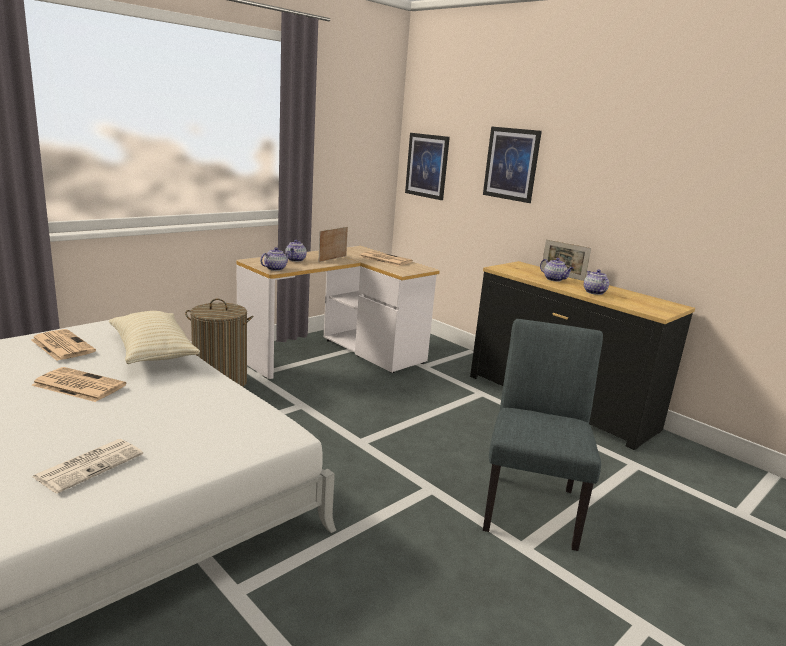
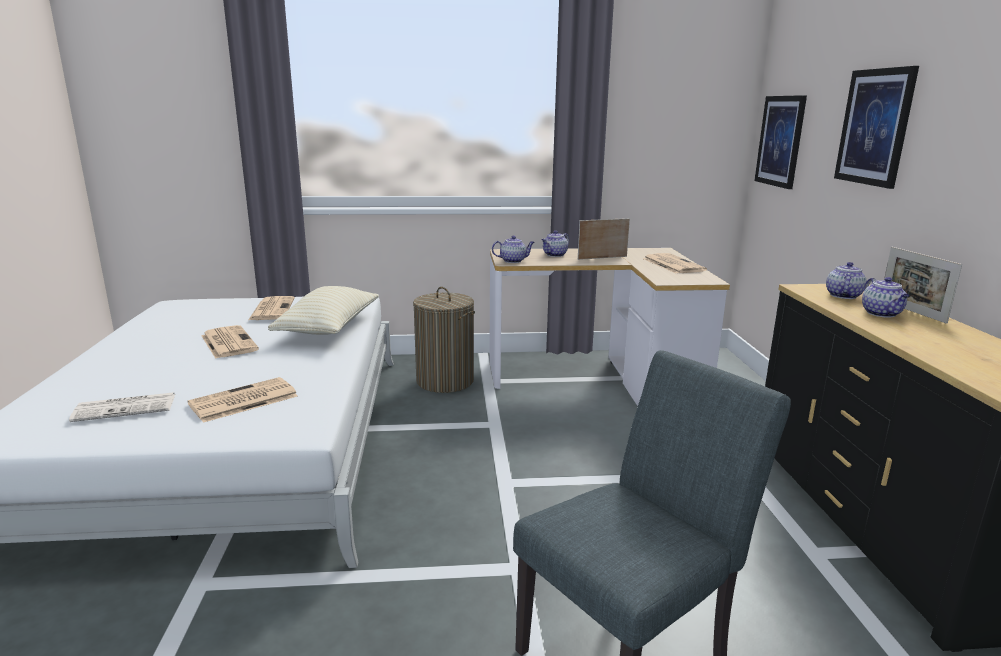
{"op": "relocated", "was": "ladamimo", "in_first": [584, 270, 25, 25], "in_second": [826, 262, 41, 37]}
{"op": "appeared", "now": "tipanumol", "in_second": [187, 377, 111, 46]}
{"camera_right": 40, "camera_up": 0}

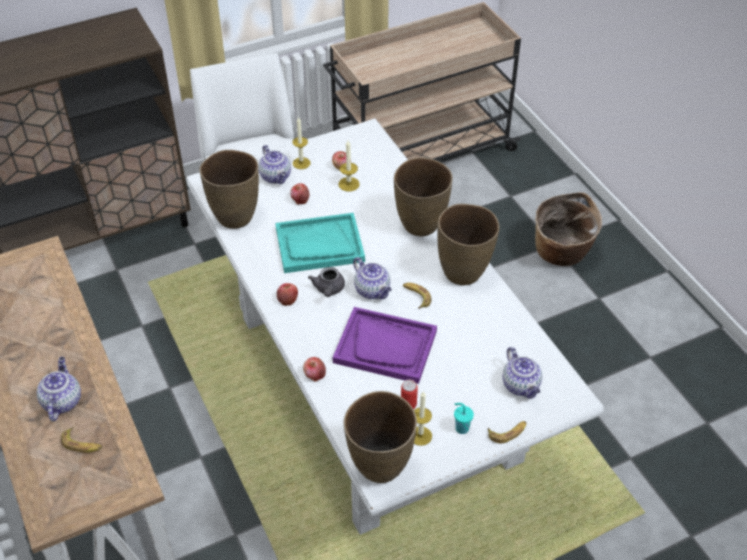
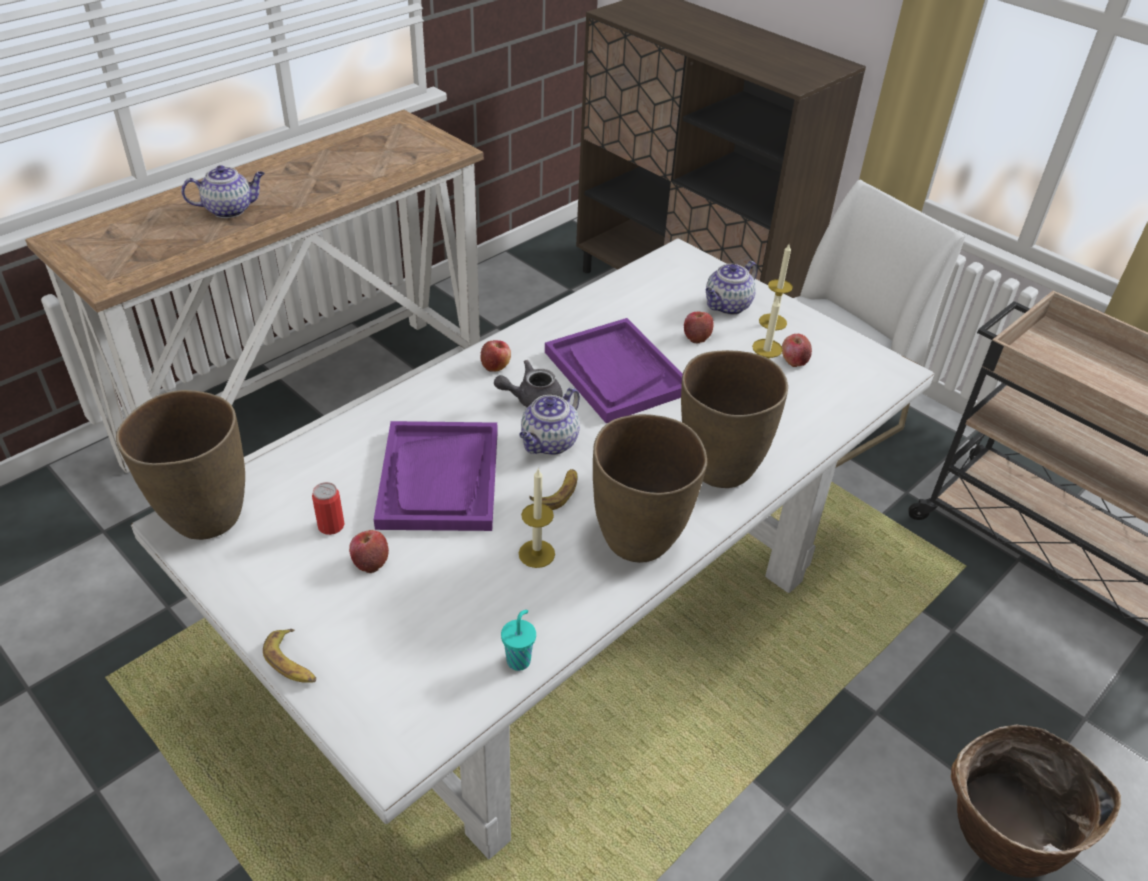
{"op": "missing", "was": "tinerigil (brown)", "in_first": [199, 150, 60, 79]}
{"op": "colour", "was": "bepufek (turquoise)", "now": "bepufek (purple)", "in_first": [275, 213, 90, 60], "in_second": [545, 318, 138, 105]}
{"op": "missing", "was": "ladamimo", "in_first": [502, 347, 40, 52]}
{"op": "relocated", "was": "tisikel", "in_first": [303, 357, 23, 25], "in_second": [349, 530, 40, 43]}
{"op": "relocated", "was": "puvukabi", "in_first": [414, 391, 18, 55], "in_second": [519, 468, 36, 100]}
{"op": "relocated", "was": "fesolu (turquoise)", "in_first": [454, 403, 20, 31], "in_second": [501, 610, 35, 61]}
{"op": "missing", "was": "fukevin", "in_first": [61, 427, 41, 26]}
{"camera_right": 70, "camera_up": -5}

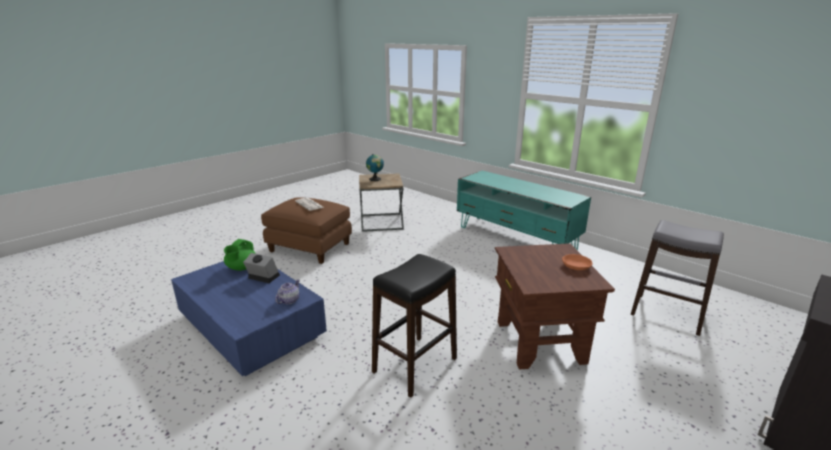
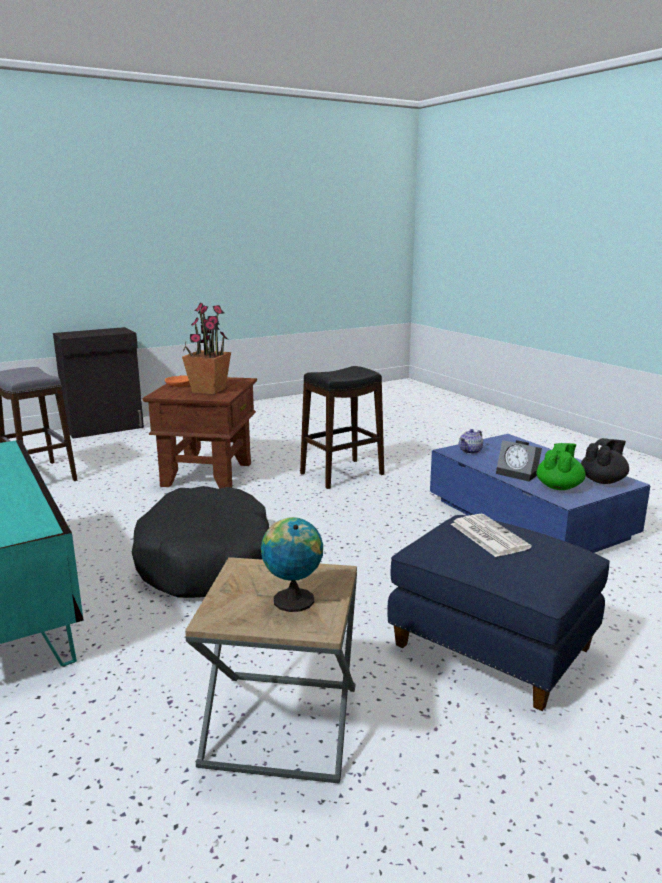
{"op": "colour", "was": "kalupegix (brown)", "now": "kalupegix (blue)", "in_first": [261, 197, 91, 67], "in_second": [387, 515, 223, 196]}
{"op": "appeared", "now": "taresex", "in_second": [182, 303, 49, 91]}
{"op": "appeared", "now": "ladamimo (black)", "in_second": [581, 438, 48, 46]}
{"op": "appeared", "now": "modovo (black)", "in_second": [132, 486, 137, 112]}
{"camera_right": -165, "camera_up": -5}

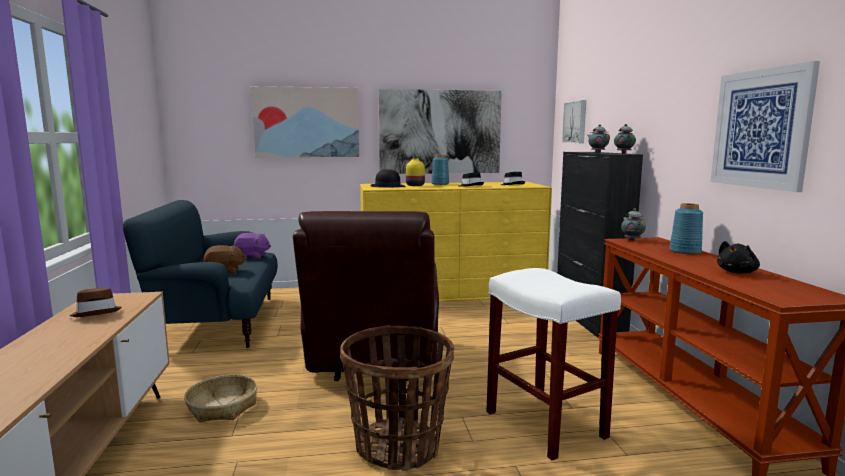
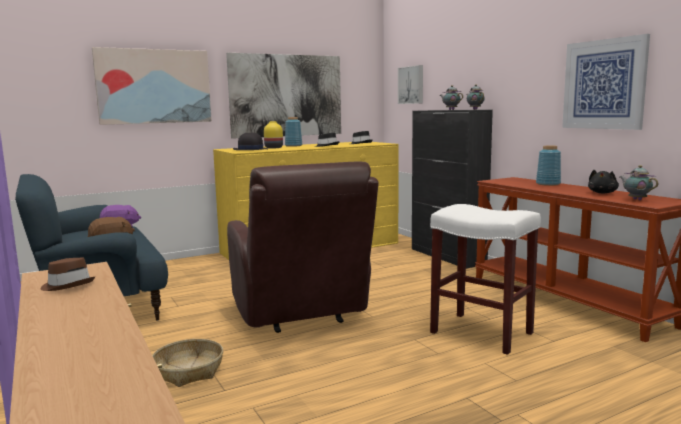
{"op": "relocated", "was": "ladamimo", "in_first": [621, 208, 25, 33], "in_second": [620, 165, 38, 35]}
{"op": "missing", "was": "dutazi", "in_first": [340, 325, 114, 146]}
{"camera_right": -20, "camera_up": 0}

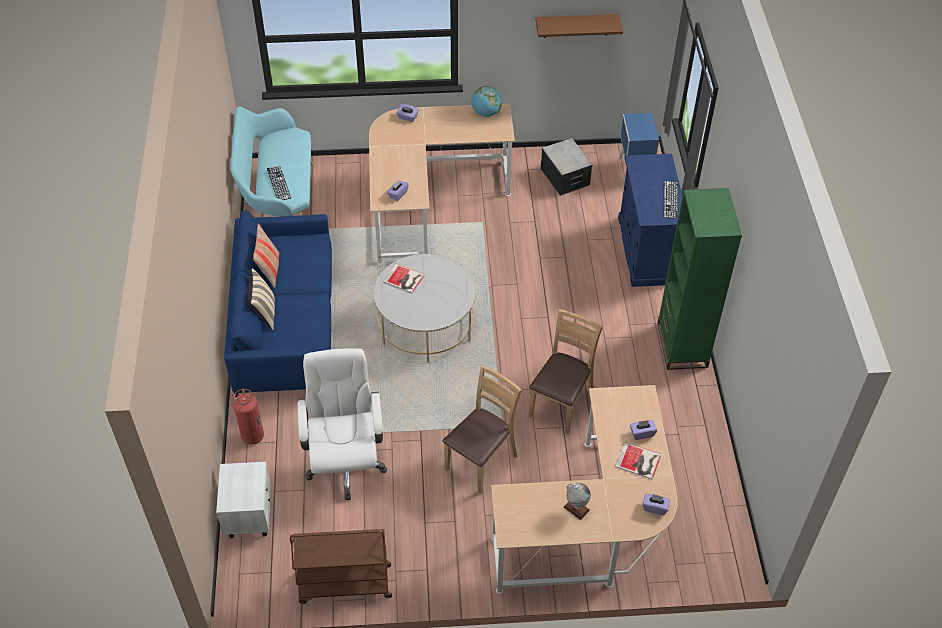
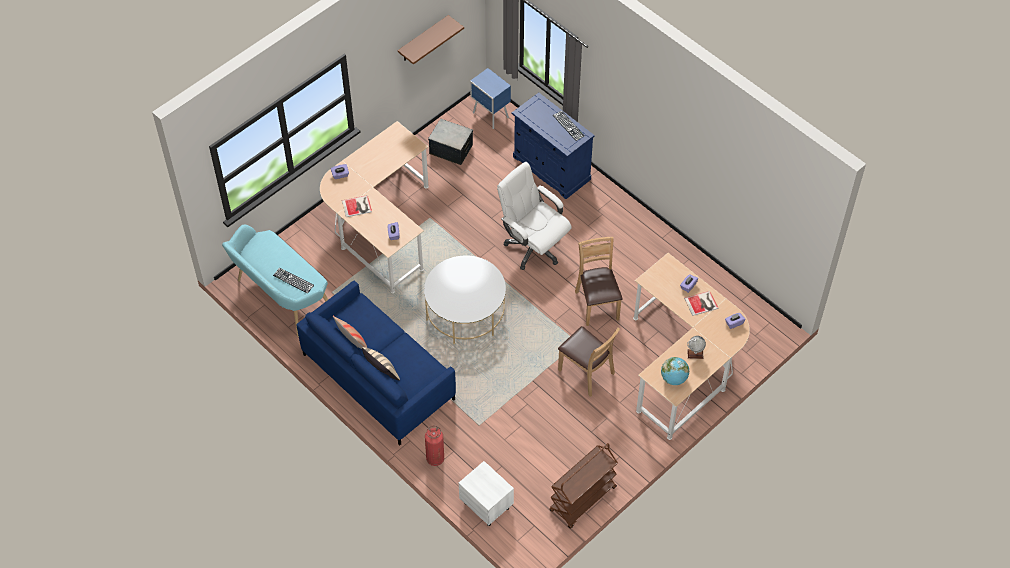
{"op": "relocated", "was": "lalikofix", "in_first": [471, 86, 31, 31], "in_second": [661, 357, 28, 28]}
{"op": "missing", "was": "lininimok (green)", "in_first": [657, 188, 85, 182]}
{"op": "relocated", "was": "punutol", "in_first": [383, 264, 42, 29], "in_second": [342, 195, 30, 22]}
{"op": "relocated", "was": "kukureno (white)", "in_first": [297, 348, 90, 152], "in_second": [497, 162, 75, 108]}
{"op": "spun", "was": "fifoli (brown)", "in_first": [443, 365, 79, 129], "in_second": [558, 326, 62, 71], "clockwise": 135}
{"camera_right": -40, "camera_up": 5}

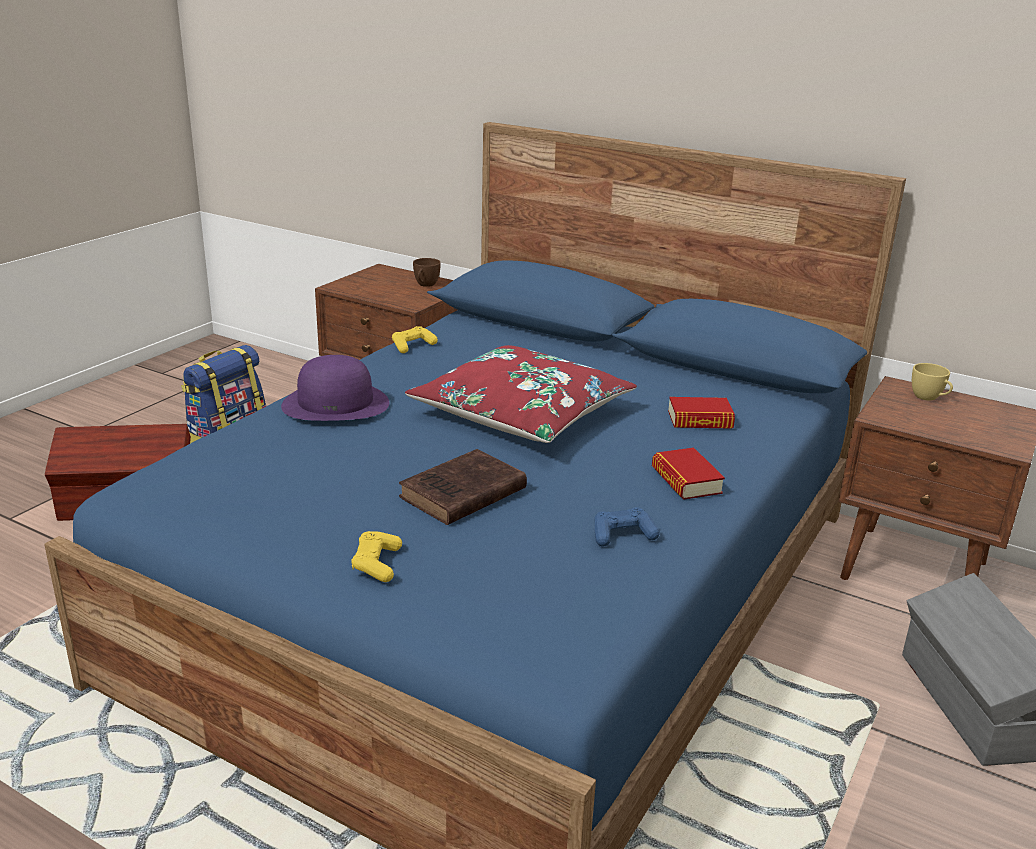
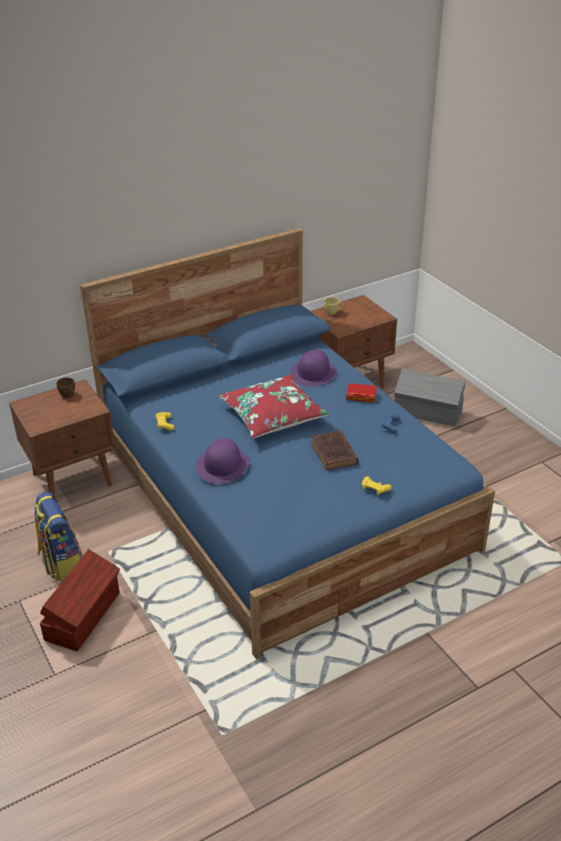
{"op": "exchanged", "was": "punutol", "now": "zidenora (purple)", "in_first": [668, 397, 67, 32], "in_second": [290, 350, 47, 37]}
{"camera_right": -60, "camera_up": 10}

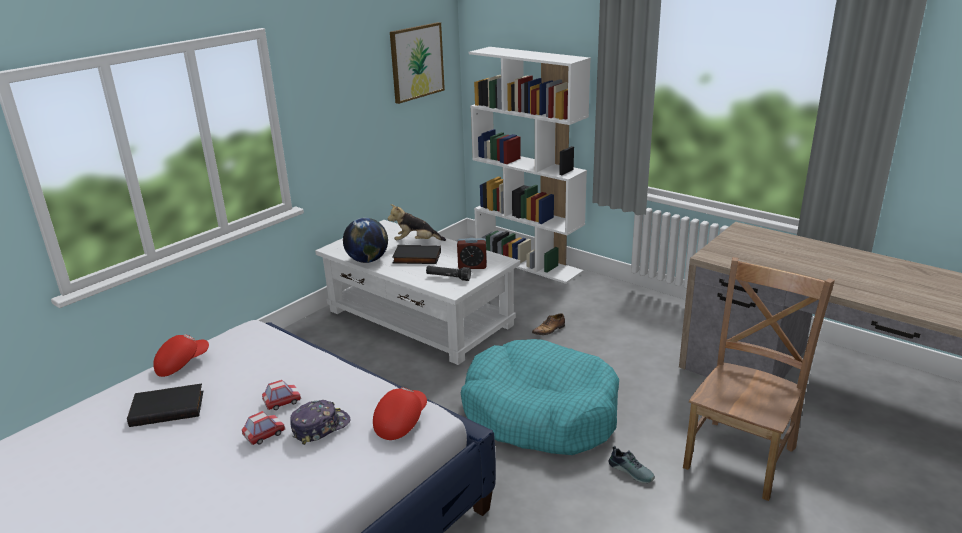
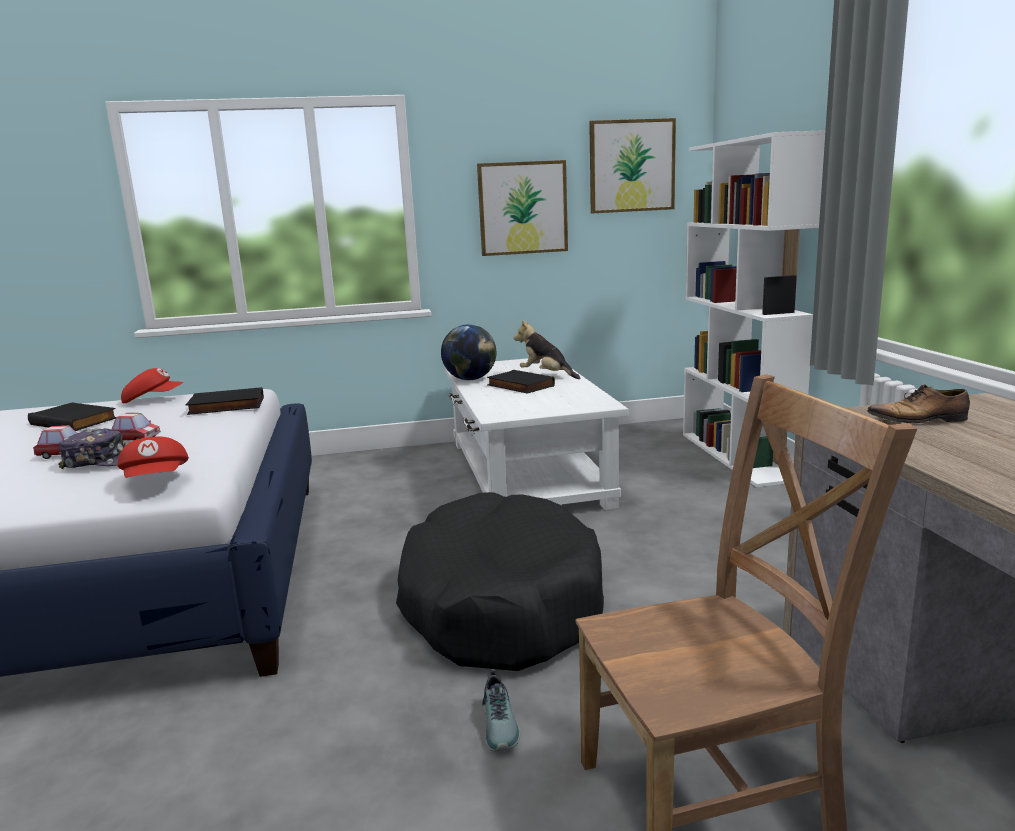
{"op": "missing", "was": "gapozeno", "in_first": [457, 238, 30, 31]}
{"op": "missing", "was": "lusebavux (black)", "in_first": [426, 266, 45, 15]}
{"op": "relocated", "was": "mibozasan", "in_first": [532, 313, 33, 22], "in_second": [867, 384, 103, 39]}
{"op": "colour", "was": "modovo (turquoise)", "now": "modovo (black)", "in_first": [461, 339, 158, 116], "in_second": [396, 492, 208, 179]}
{"op": "spun", "was": "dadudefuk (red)", "in_first": [373, 387, 54, 53], "in_second": [118, 437, 71, 41], "clockwise": 90}
{"op": "appeared", "now": "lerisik", "in_second": [477, 160, 91, 96]}
{"op": "appeared", "now": "punutol (black)", "in_second": [186, 387, 78, 28]}
{"camera_right": 40, "camera_up": -10}

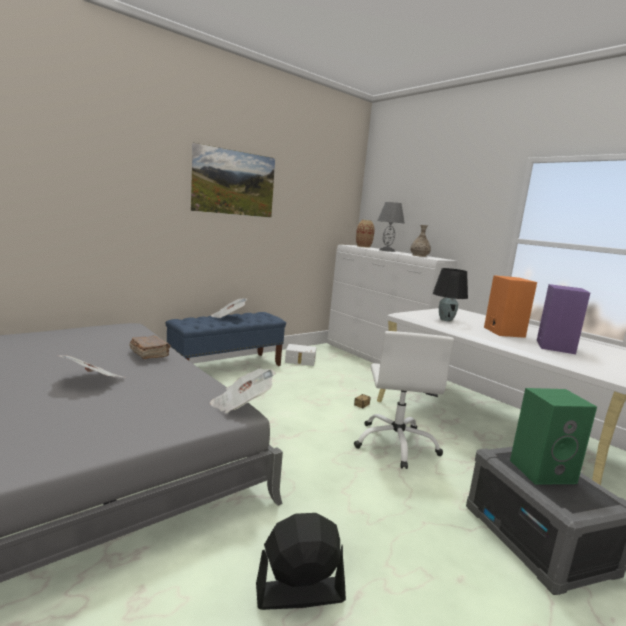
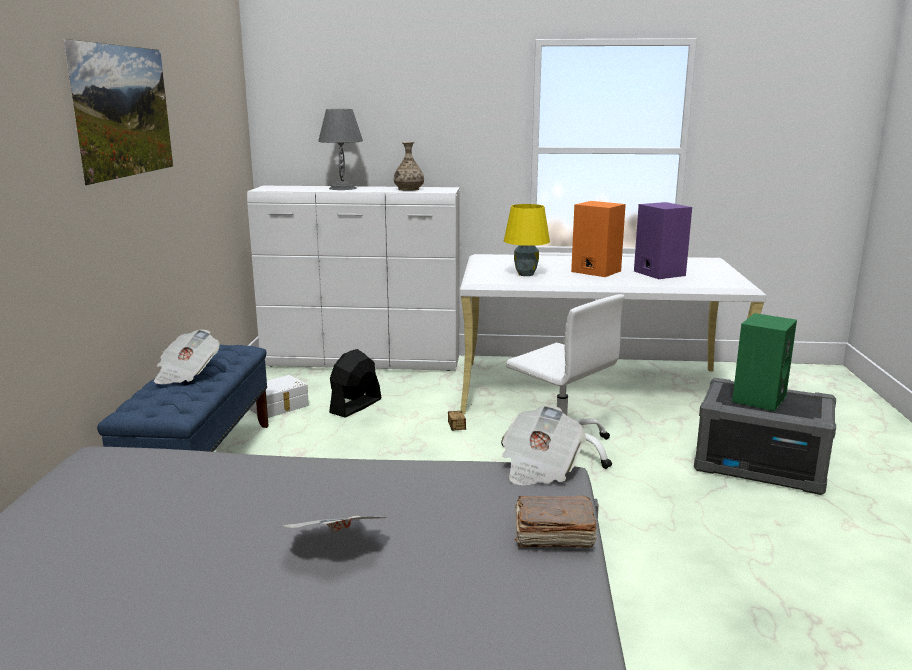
{"op": "missing", "was": "tinerigil", "in_first": [356, 220, 19, 28]}
{"op": "colour", "was": "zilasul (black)", "now": "zilasul (yellow)", "in_first": [433, 268, 35, 54], "in_second": [504, 204, 46, 72]}
{"op": "relocated", "was": "punutol (brown)", "in_first": [129, 336, 42, 23], "in_second": [514, 496, 82, 52]}
{"op": "relocated", "was": "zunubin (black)", "in_first": [256, 513, 90, 97], "in_second": [329, 349, 52, 68]}
{"camera_right": -45, "camera_up": 5}

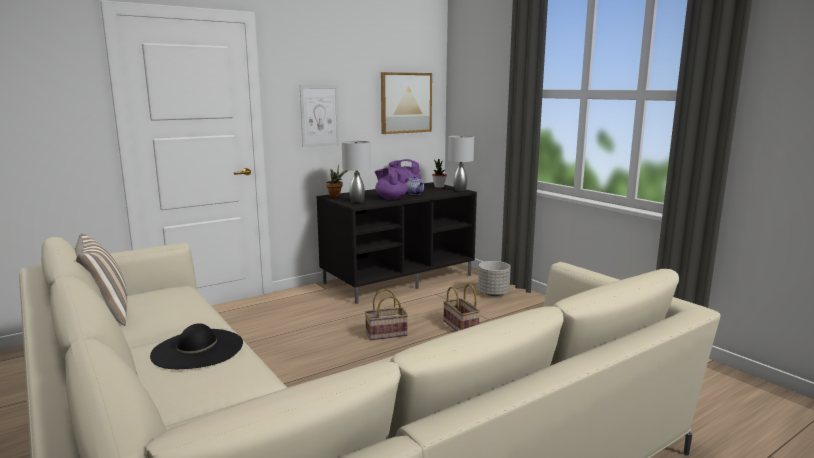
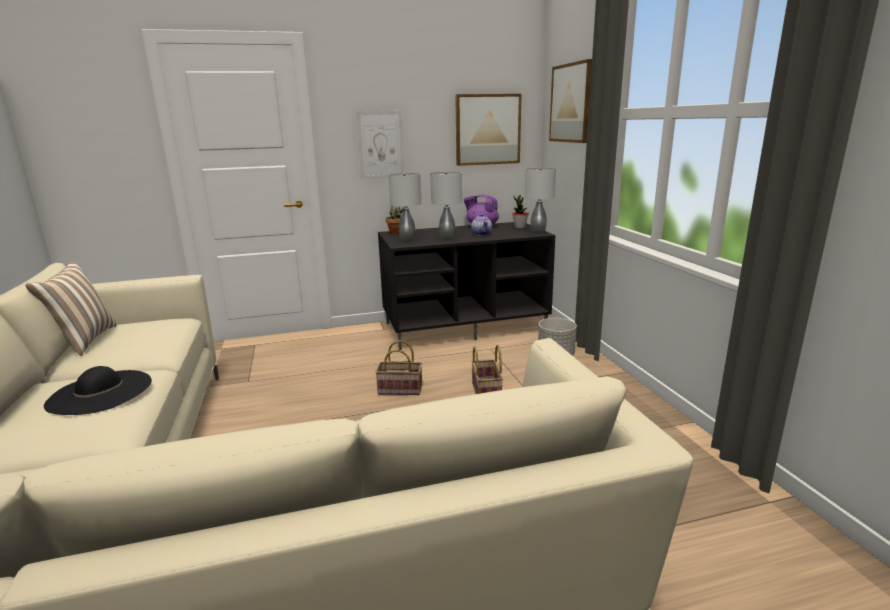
{"op": "exchanged", "was": "ladamimo (purple)", "now": "zilasul (grey)", "in_first": [375, 167, 33, 33], "in_second": [430, 172, 32, 68]}
{"op": "appeared", "now": "lerisik", "in_second": [549, 59, 43, 84]}
{"camera_right": 20, "camera_up": 5}

